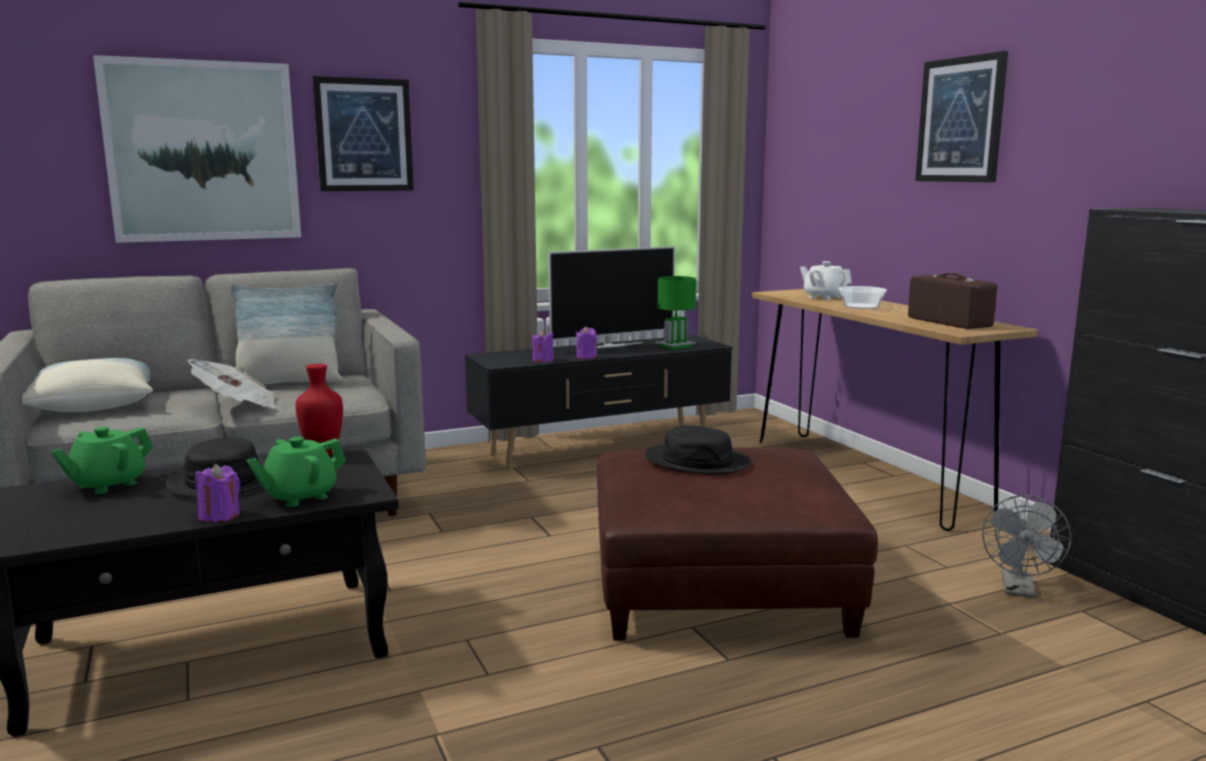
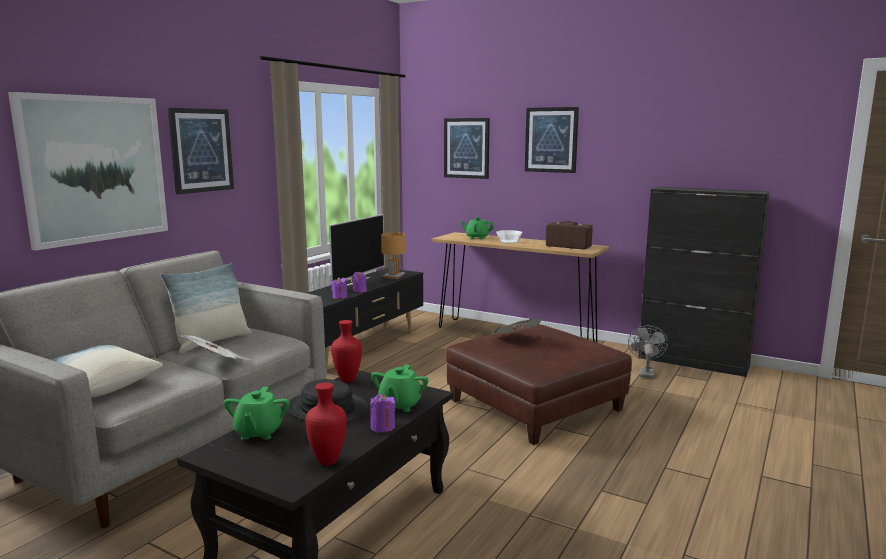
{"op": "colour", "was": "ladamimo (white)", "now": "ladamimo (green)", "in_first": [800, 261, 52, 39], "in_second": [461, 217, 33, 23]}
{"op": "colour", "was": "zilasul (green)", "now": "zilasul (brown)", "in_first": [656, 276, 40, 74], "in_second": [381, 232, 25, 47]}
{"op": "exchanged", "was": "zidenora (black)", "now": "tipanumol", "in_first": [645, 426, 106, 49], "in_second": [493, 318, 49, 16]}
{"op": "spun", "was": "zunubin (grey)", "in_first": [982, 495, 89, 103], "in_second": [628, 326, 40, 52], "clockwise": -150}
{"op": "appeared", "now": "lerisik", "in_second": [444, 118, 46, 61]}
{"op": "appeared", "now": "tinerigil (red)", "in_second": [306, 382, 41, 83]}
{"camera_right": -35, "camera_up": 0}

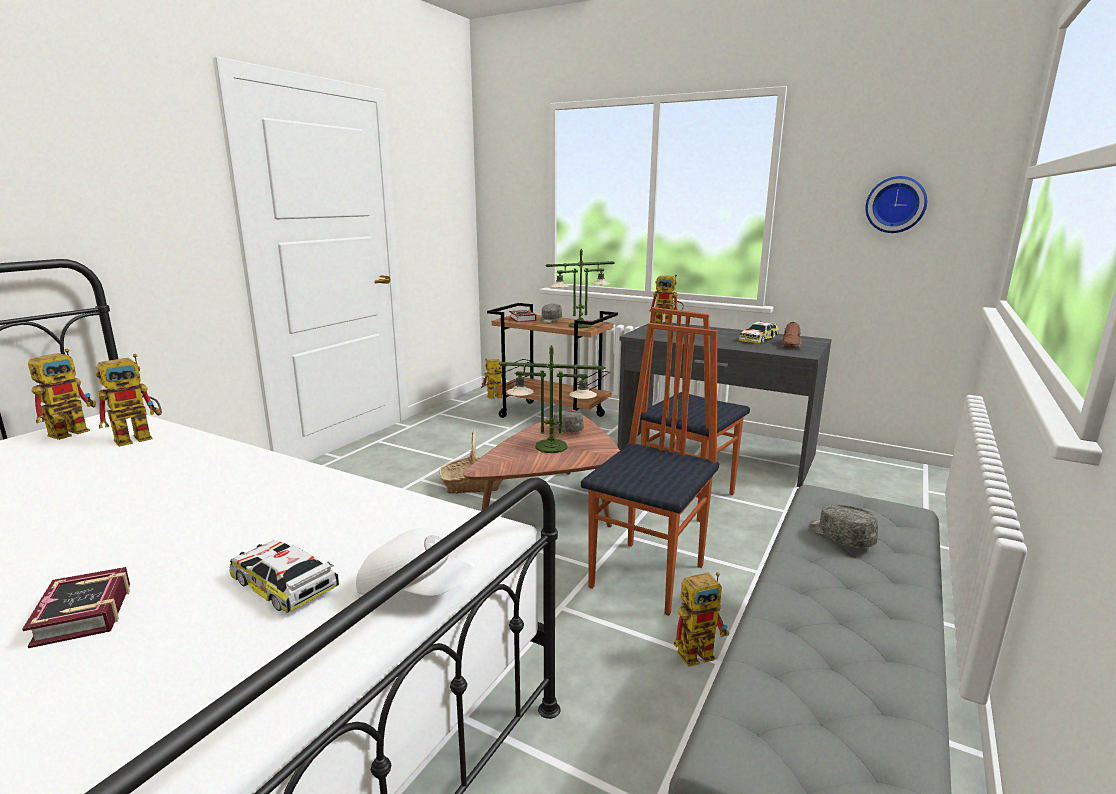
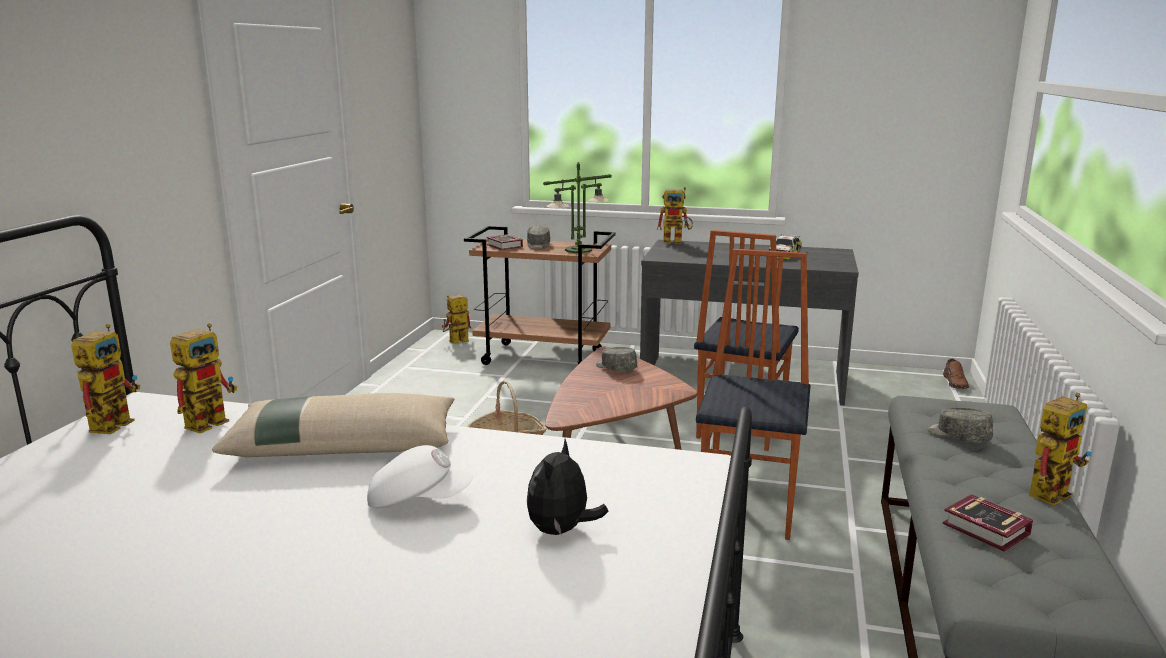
{"op": "missing", "was": "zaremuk", "in_first": [865, 176, 62, 57]}
{"op": "relocated", "was": "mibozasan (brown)", "in_first": [782, 322, 21, 26], "in_second": [943, 358, 26, 31]}
{"op": "missing", "was": "zilasul", "in_first": [499, 346, 106, 107]}
{"op": "relocated", "was": "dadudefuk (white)", "in_first": [356, 528, 117, 68], "in_second": [367, 445, 106, 63]}
{"op": "exchanged", "was": "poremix", "now": "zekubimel", "in_first": [229, 540, 110, 73], "in_second": [527, 439, 81, 96]}
{"op": "relocated", "was": "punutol", "in_first": [22, 567, 108, 81], "in_second": [943, 494, 90, 58]}
{"op": "relocated", "was": "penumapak", "in_first": [674, 572, 55, 95], "in_second": [1029, 393, 63, 113]}
{"op": "appeared", "now": "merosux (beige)", "in_second": [212, 393, 243, 64]}
{"camera_right": -15, "camera_up": 0}

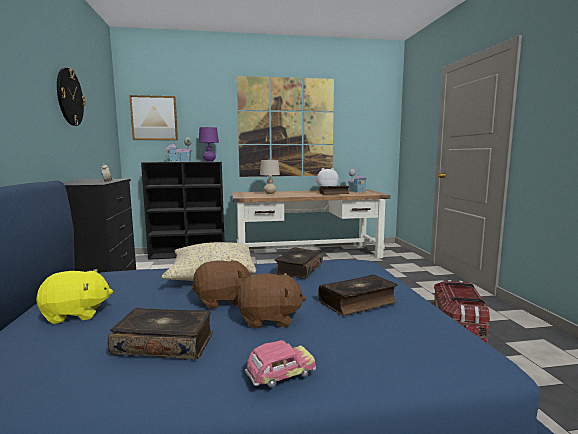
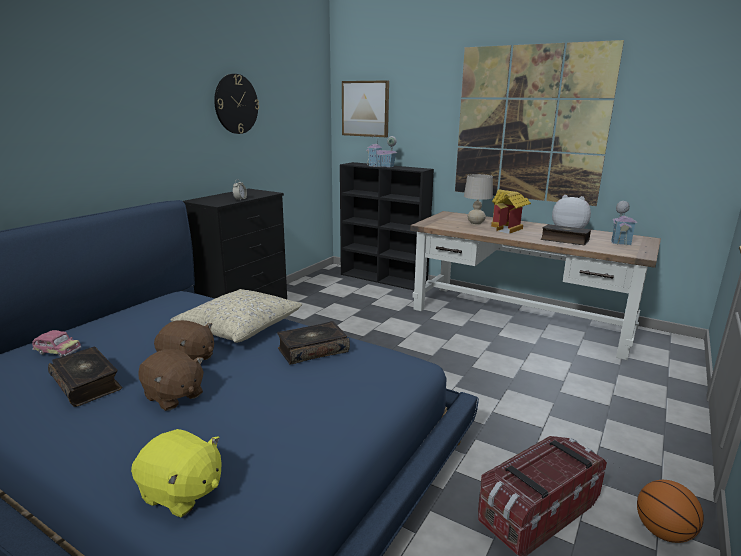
{"op": "missing", "was": "zilasul (purple)", "in_first": [199, 127, 20, 35]}
{"op": "relocated", "was": "zekubimel (yellow)", "in_first": [36, 269, 77, 55], "in_second": [131, 429, 90, 88]}
{"op": "missing", "was": "punutol", "in_first": [318, 274, 80, 42]}
{"op": "relocated", "was": "poremix", "in_first": [245, 340, 71, 47], "in_second": [32, 330, 49, 27]}
{"op": "appeared", "now": "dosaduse", "in_second": [491, 189, 40, 45]}
{"op": "appeared", "now": "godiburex", "in_second": [637, 480, 67, 63]}
{"camera_right": 40, "camera_up": 10}

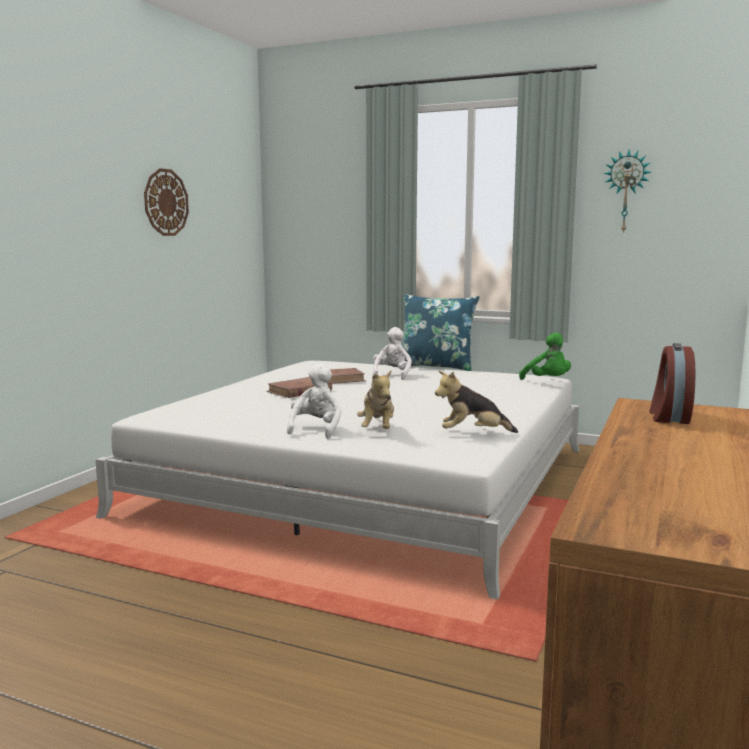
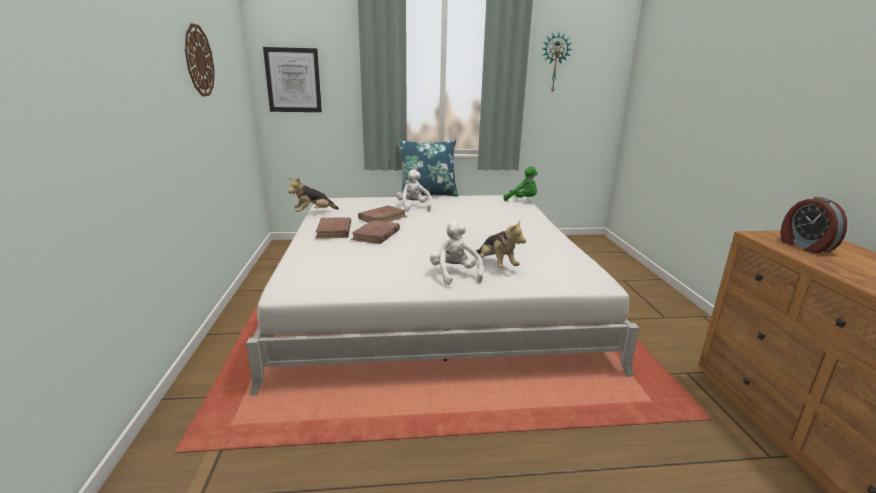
{"op": "relocated", "was": "zekubimel", "in_first": [435, 371, 83, 62], "in_second": [288, 178, 51, 34]}
{"op": "appeared", "now": "lerisik", "in_second": [263, 47, 59, 65]}
{"op": "appeared", "now": "punutol (brown)", "in_second": [316, 217, 35, 22]}
{"camera_right": -30, "camera_up": 10}

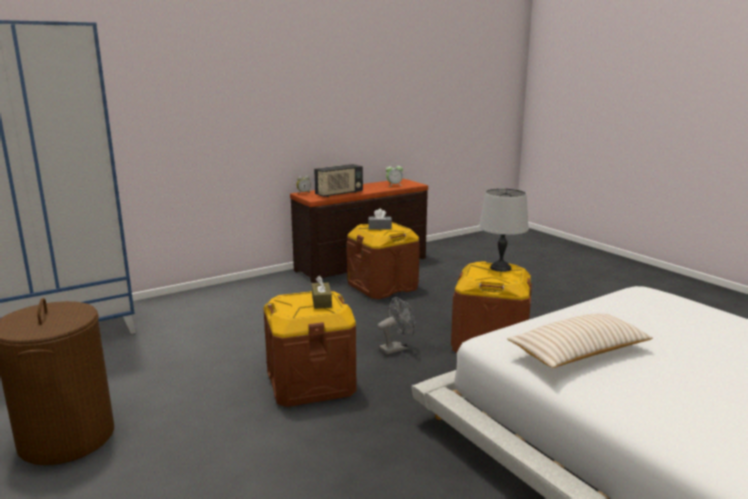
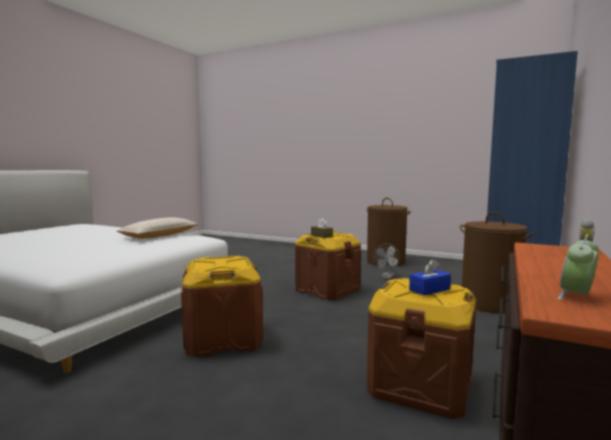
{"op": "missing", "was": "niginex", "in_first": [314, 164, 49, 33]}
{"op": "missing", "was": "zilasul (grey)", "in_first": [479, 188, 50, 84]}
{"op": "colour", "was": "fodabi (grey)", "now": "fodabi (blue)", "in_first": [368, 208, 24, 21], "in_second": [409, 259, 42, 37]}
{"op": "relocated", "was": "zunubin (grey)", "in_first": [377, 297, 39, 57], "in_second": [373, 244, 27, 35]}
{"op": "appeared", "now": "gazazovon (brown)", "in_second": [460, 212, 74, 101]}
{"camera_right": 150, "camera_up": -10}

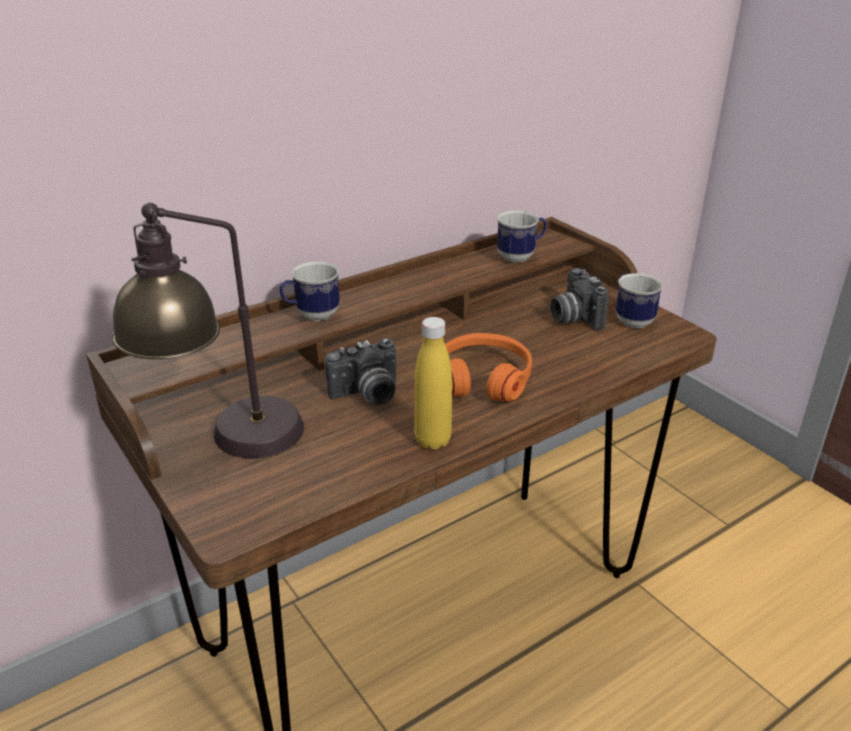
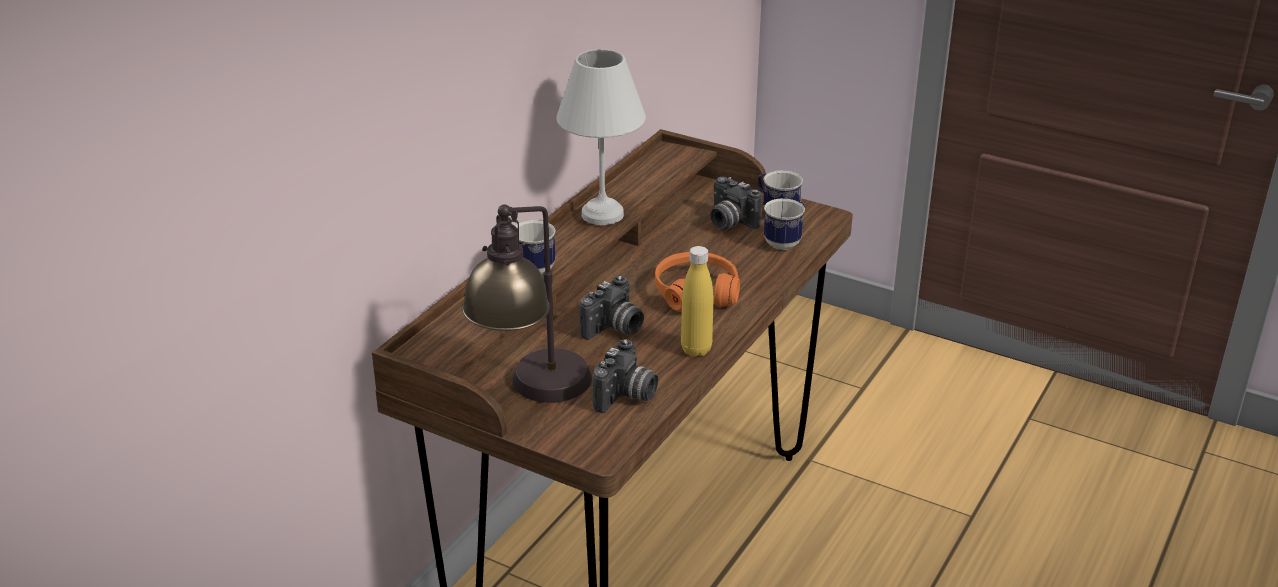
{"op": "relocated", "was": "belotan", "in_first": [497, 210, 50, 52], "in_second": [764, 198, 41, 52]}
{"op": "appeared", "now": "zilasul (white)", "in_second": [556, 49, 90, 176]}
{"op": "appeared", "now": "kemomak", "in_second": [592, 339, 66, 74]}
{"camera_right": -25, "camera_up": 0}

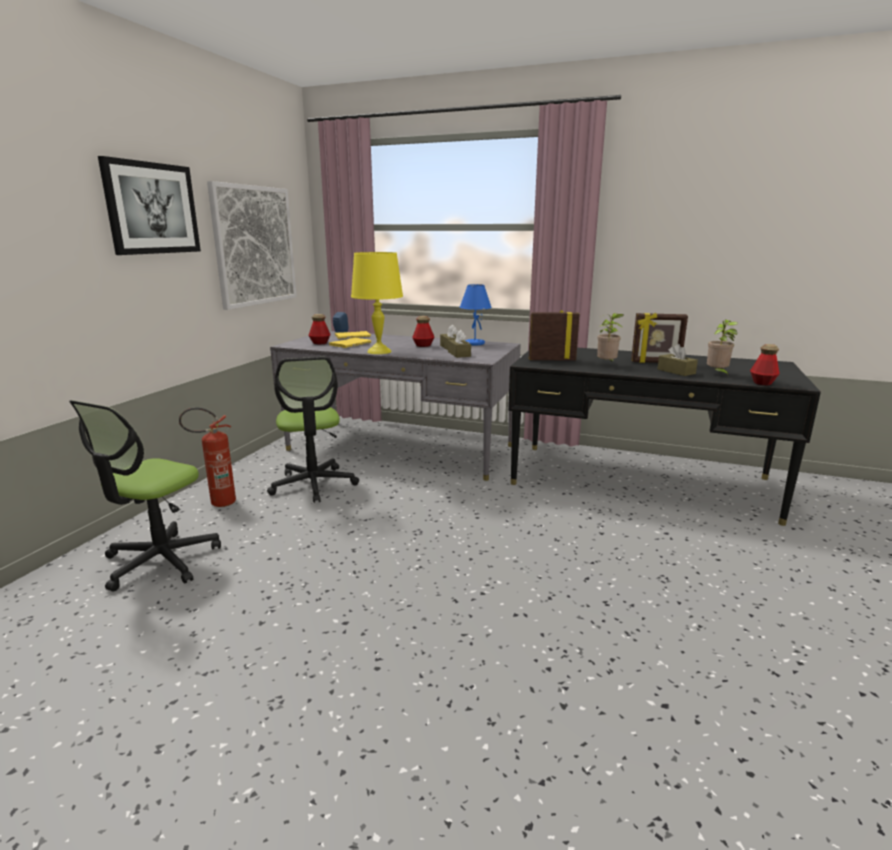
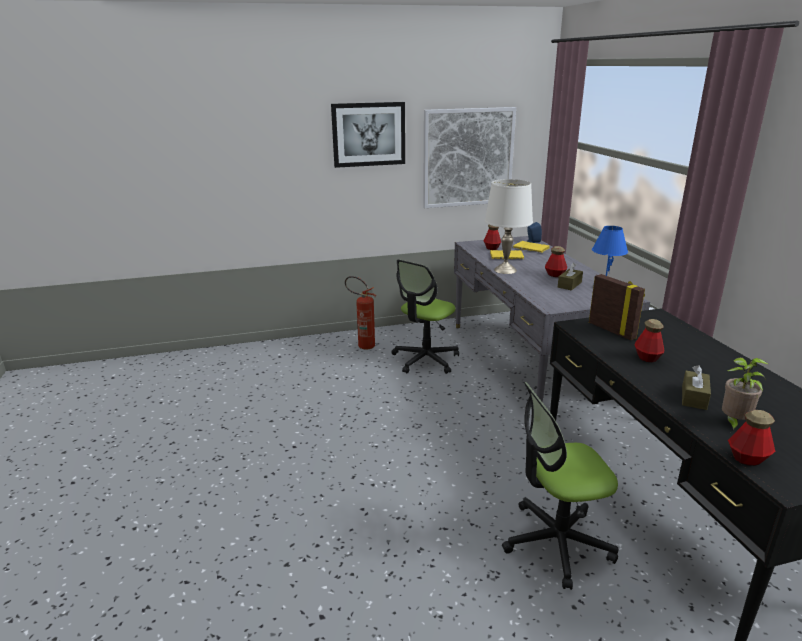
{"op": "colour", "was": "zilasul (yellow)", "now": "zilasul (white)", "in_first": [351, 252, 52, 102], "in_second": [485, 179, 48, 95]}
{"op": "exchanged", "was": "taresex", "now": "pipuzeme", "in_first": [597, 313, 27, 50], "in_second": [635, 319, 29, 43]}
{"op": "missing", "was": "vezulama", "in_first": [631, 313, 57, 50]}
{"op": "missing", "was": "fodabi (brown)", "in_first": [448, 330, 23, 28]}
{"op": "relocated", "was": "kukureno", "in_first": [69, 400, 152, 192], "in_second": [502, 382, 116, 208]}
{"camera_right": 55, "camera_up": 5}

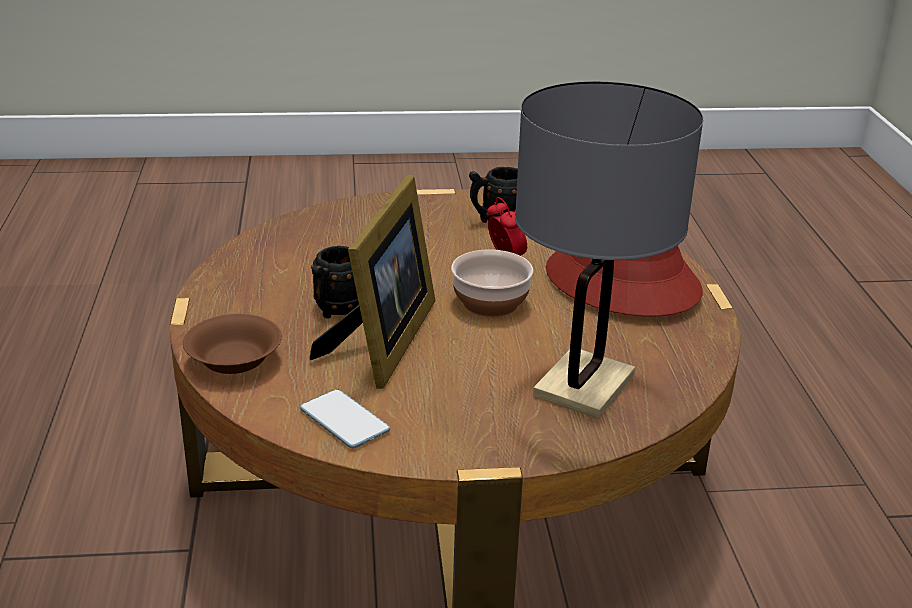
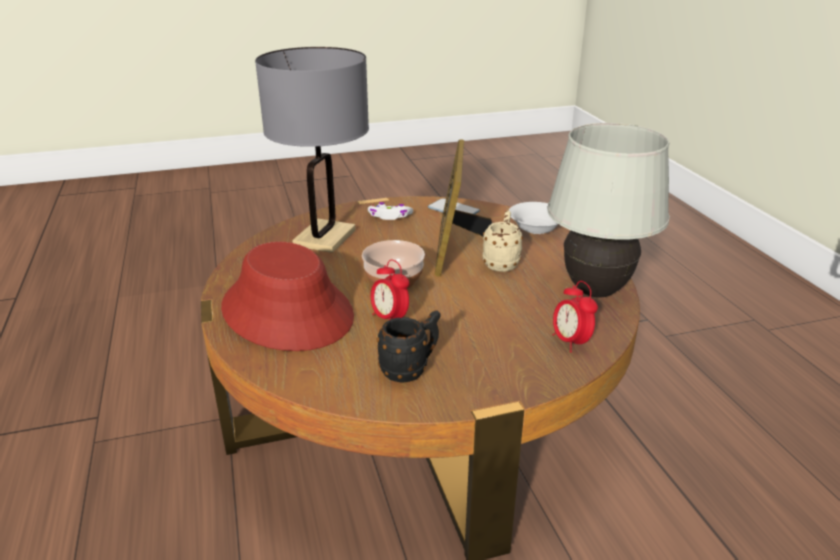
{"op": "colour", "was": "belotan (black)", "now": "belotan (beige)", "in_first": [311, 246, 48, 73], "in_second": [482, 211, 41, 61]}
{"op": "colour", "was": "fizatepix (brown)", "now": "fizatepix (white)", "in_first": [183, 314, 99, 60], "in_second": [509, 202, 49, 32]}
{"op": "appeared", "now": "zilasul (white)", "in_second": [547, 123, 123, 174]}
{"op": "appeared", "now": "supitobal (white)", "in_second": [368, 202, 45, 18]}
{"op": "appeared", "now": "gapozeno", "in_second": [553, 281, 45, 72]}
{"camera_right": 170, "camera_up": 0}

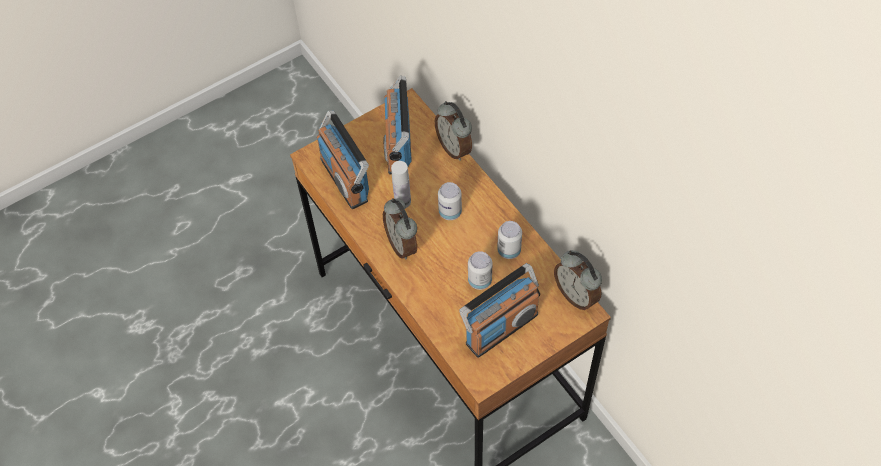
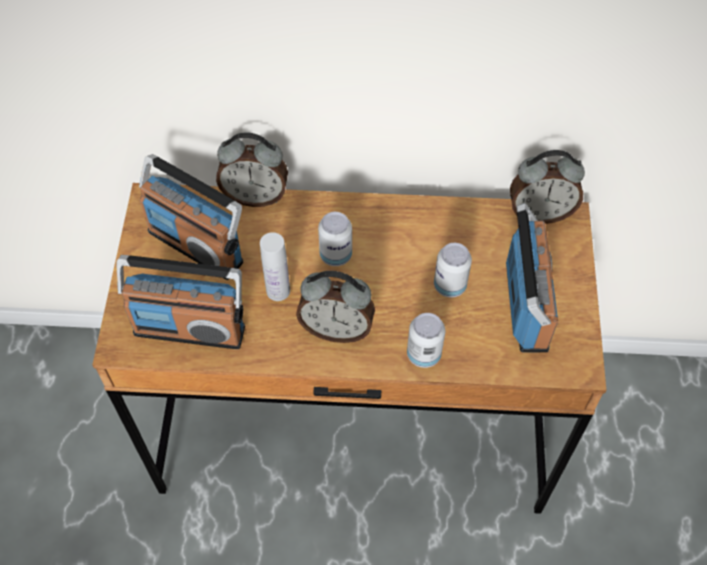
{"op": "relocated", "was": "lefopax", "in_first": [497, 221, 25, 38], "in_second": [407, 313, 38, 55]}
{"camera_right": -55, "camera_up": 0}

